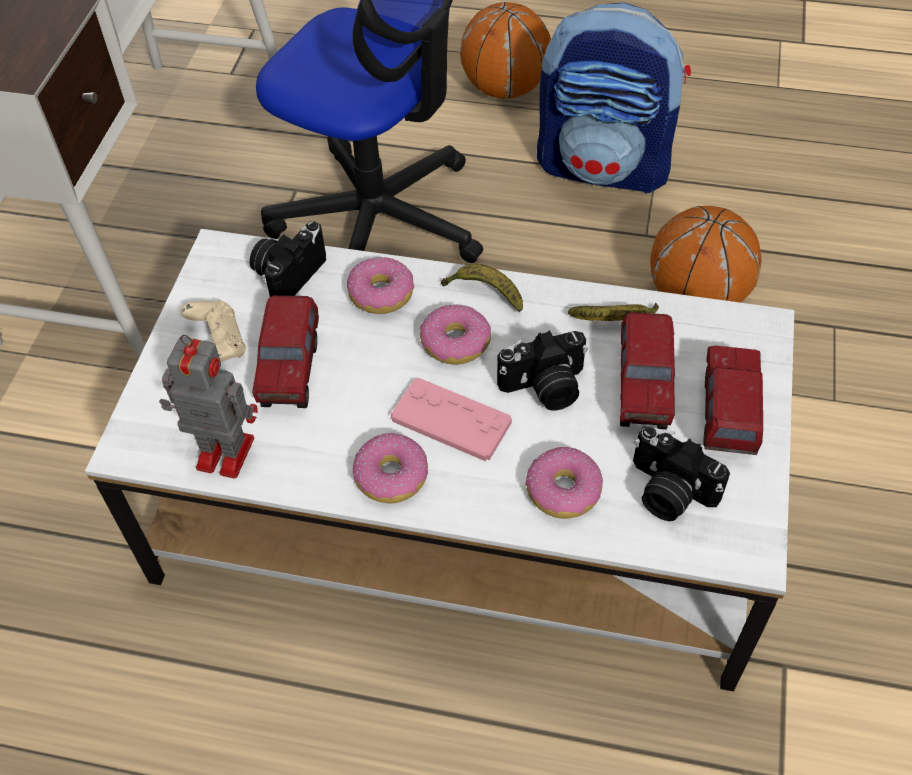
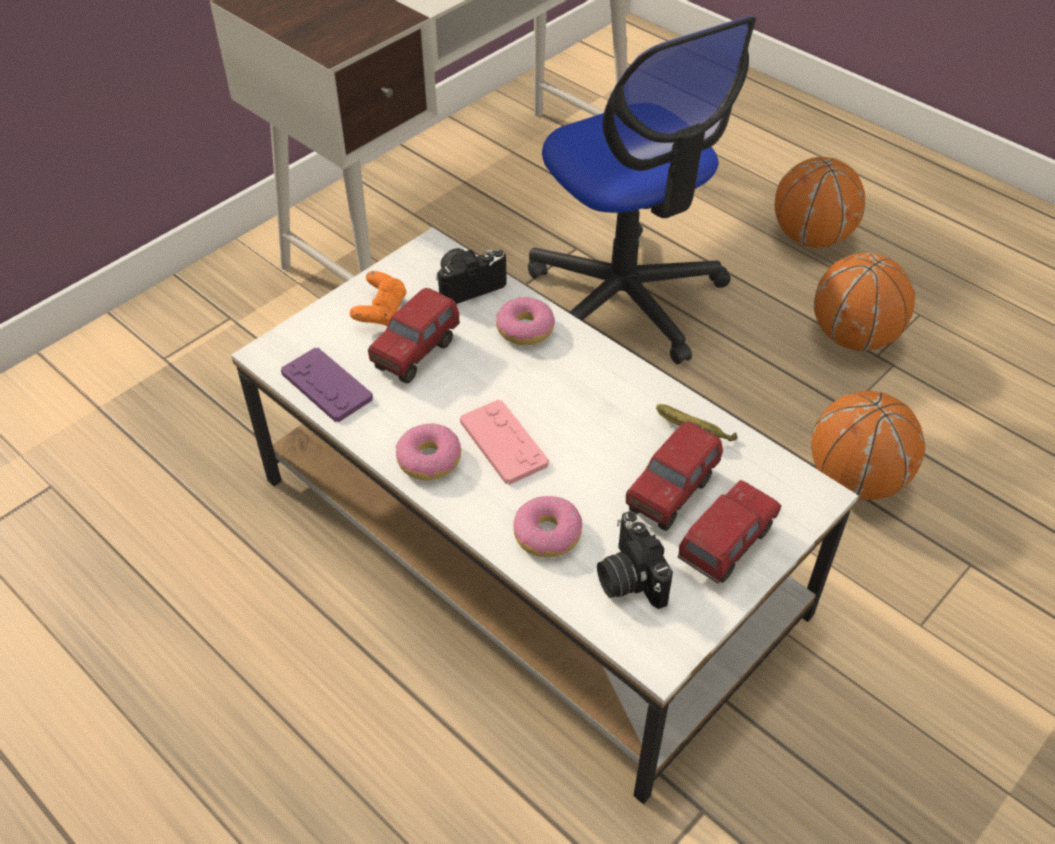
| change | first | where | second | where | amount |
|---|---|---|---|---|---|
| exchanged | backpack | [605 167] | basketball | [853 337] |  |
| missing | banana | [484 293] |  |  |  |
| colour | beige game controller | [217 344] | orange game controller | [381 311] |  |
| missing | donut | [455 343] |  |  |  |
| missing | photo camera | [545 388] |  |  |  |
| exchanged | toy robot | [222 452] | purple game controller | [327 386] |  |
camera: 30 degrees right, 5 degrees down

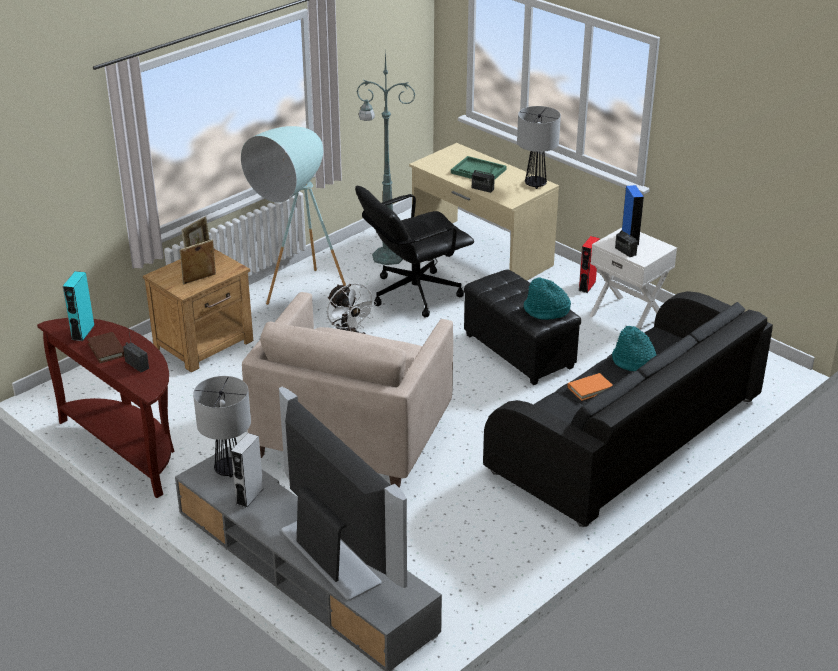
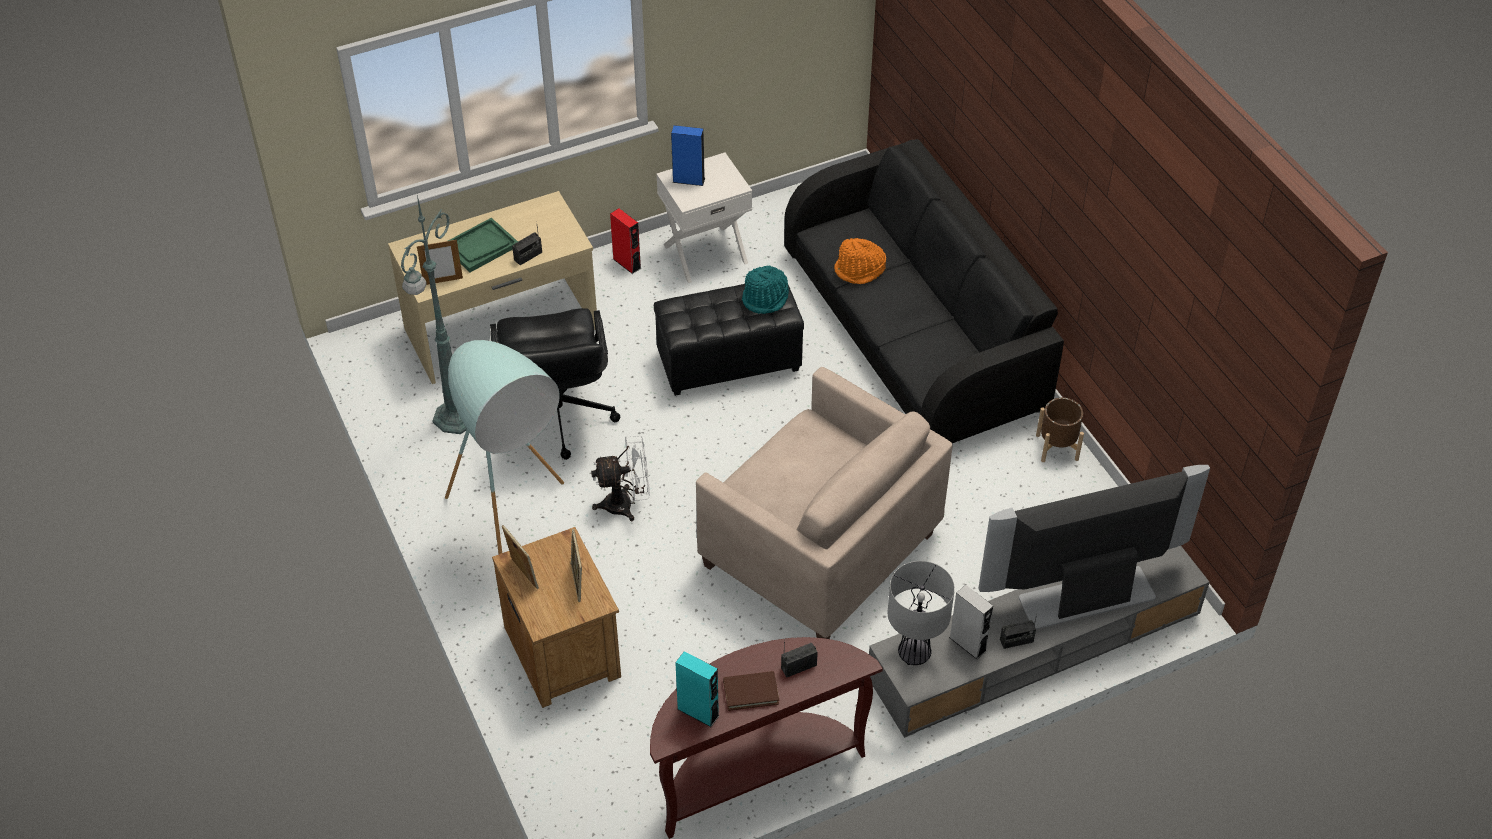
| change | first | where | second | where | amount |
|---|---|---|---|---|---|
| missing | table lamp | [535 184] |  |  |  |
| relocated | radio | [625 251] |  | [1016 641] |  |
| colour | turquoise hat | [633 362] | orange hat | [860 270] |  |
| missing | orange book | [590 389] |  |  |  |
| appeared |  |  | picture frame | [443 281] |  |
| appeared |  |  | brown planter | [1057 447] |  |
camera: 70 degrees left, 15 degrees up

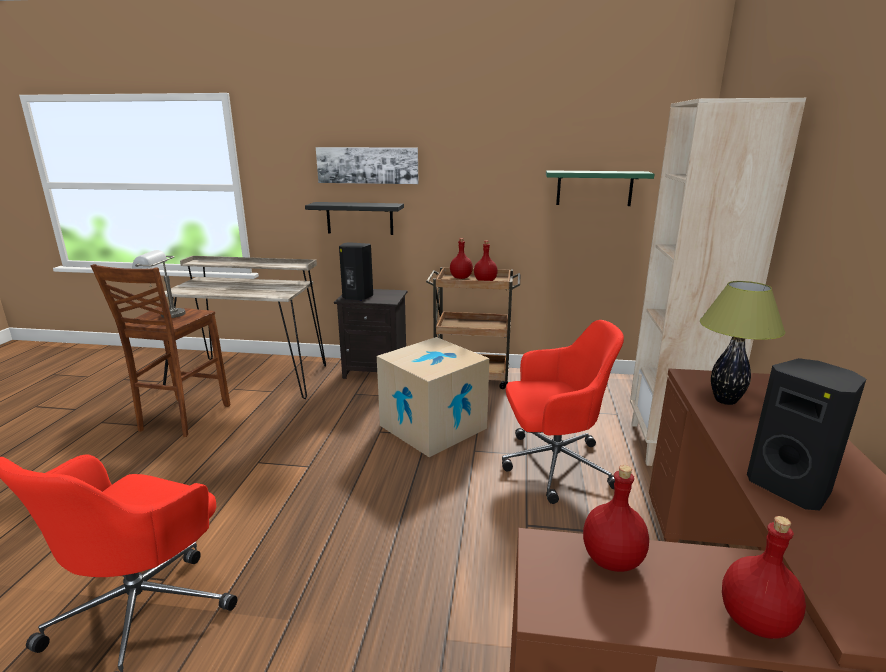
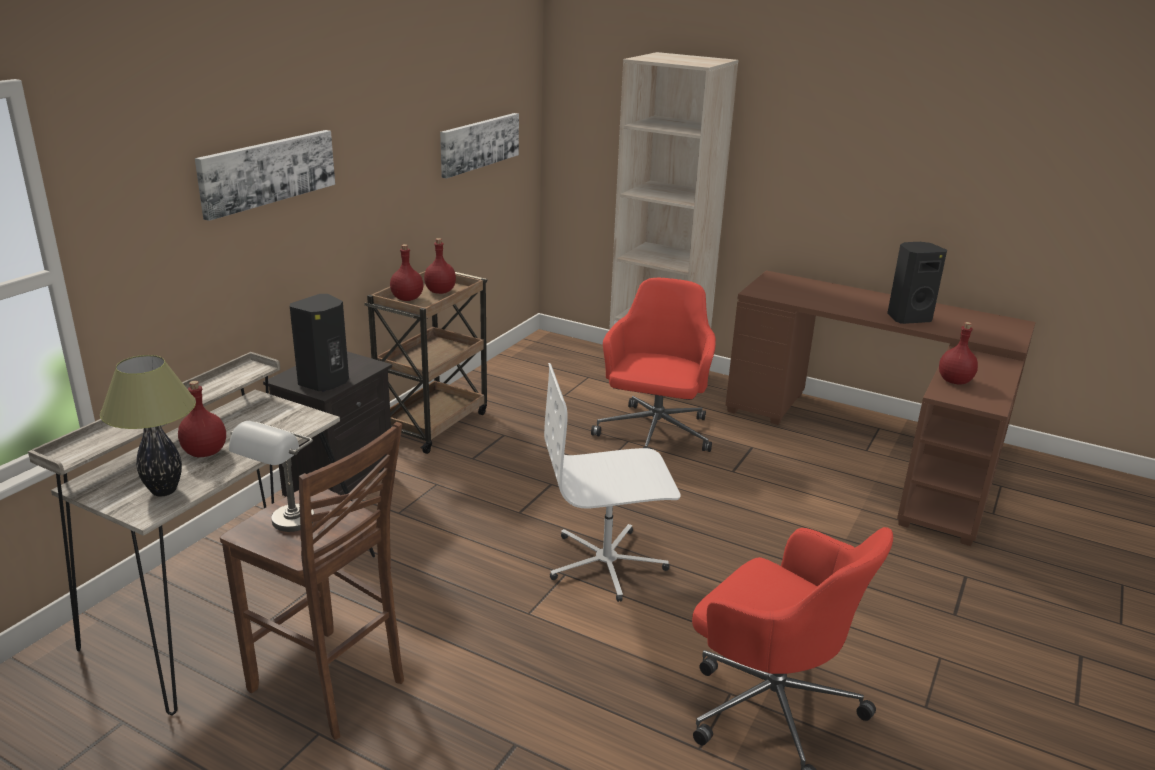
| change | first | where | second | where | amount |
|---|---|---|---|---|---|
| exchanged | green shelf | [594 188] | picture | [479 143] |  |
| missing | black shelf | [359 218] |  |  |  |
| relocated | table lamp | [725 400] |  | [164 490] |  |
| missing | cardboard box | [433 427] |  |  |  |
| relocated | red bottle | [756 620] |  | [205 452] |  |
| appeared |  |  | white office chair | [607 563] |  |
camera: 70 degrees left, 5 degrees up

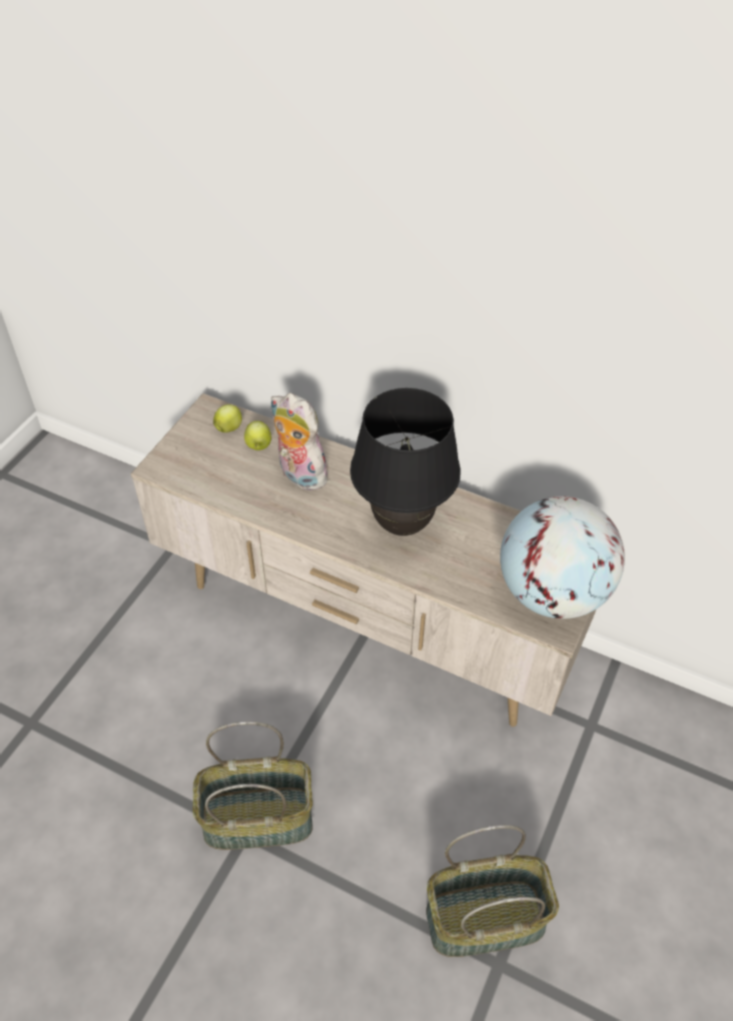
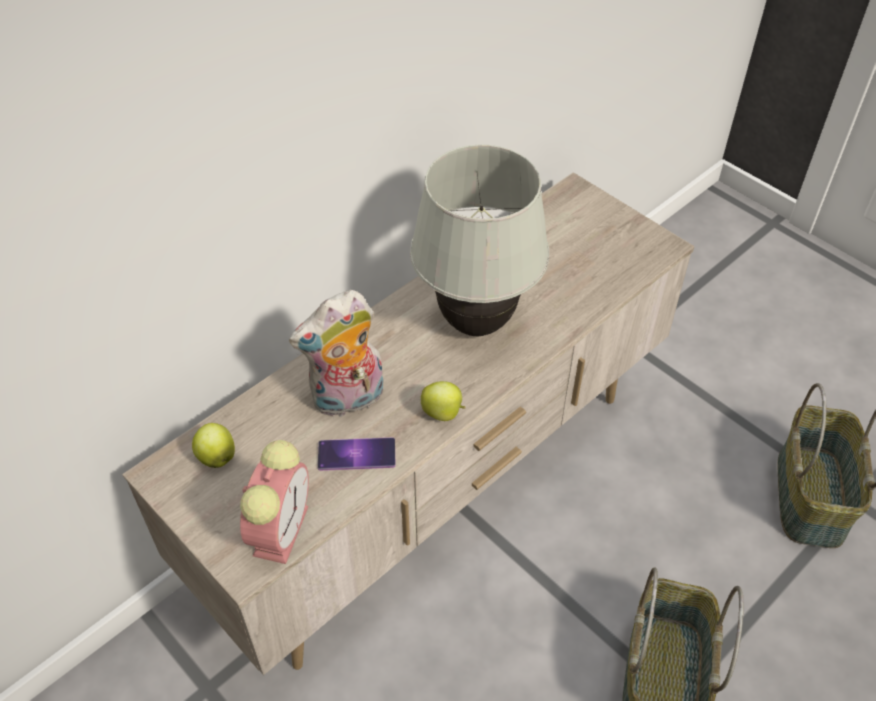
| change | first | where | second | where | amount |
|---|---|---|---|---|---|
| colour | black table lamp | [403 524] | white table lamp | [476 323] |  |
| relocated | apple | [258 446] |  | [443 413] |  |
| missing | globe | [552 593] |  |  |  |
| appeared |  |  | phone | [356 454] |  |
| appeared |  |  | alarm clock | [281 528] |  |
camera: 70 degrees left, 0 degrees up

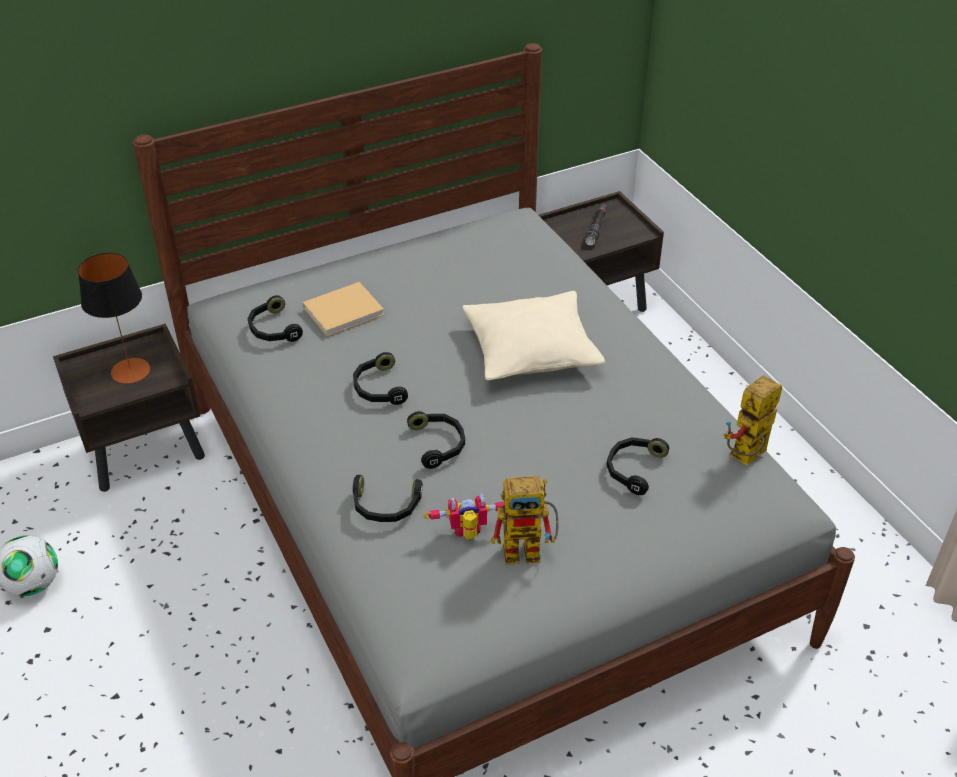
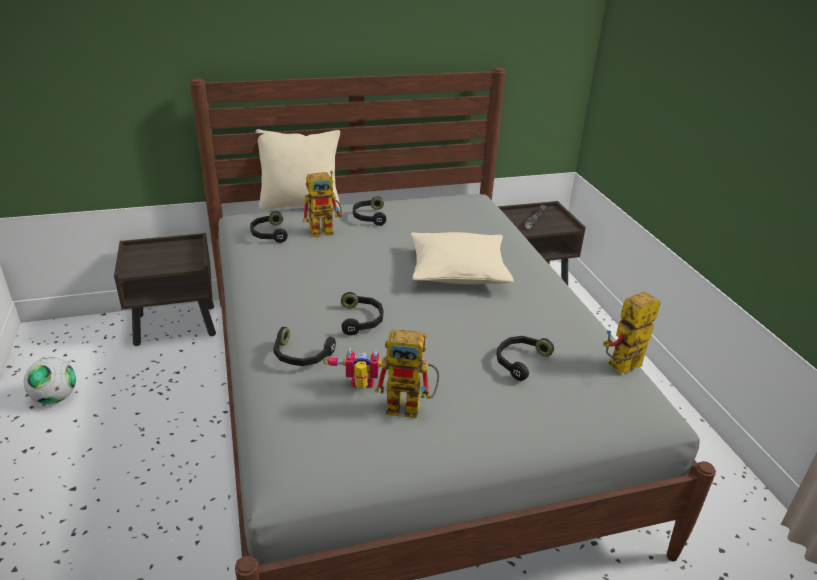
| change | first | where | second | where | amount |
|---|---|---|---|---|---|
| missing | table lamp | [130 371] |  |  |  |
| exchanged | beige book | [345 311] | toy robot | [326 230] |  |
| relocated | black headphones | [378 388] |  | [368 217] |  |
| appeared |  |  | beige pillow | [300 205] |  |
camera: 10 degrees right, 10 degrees down

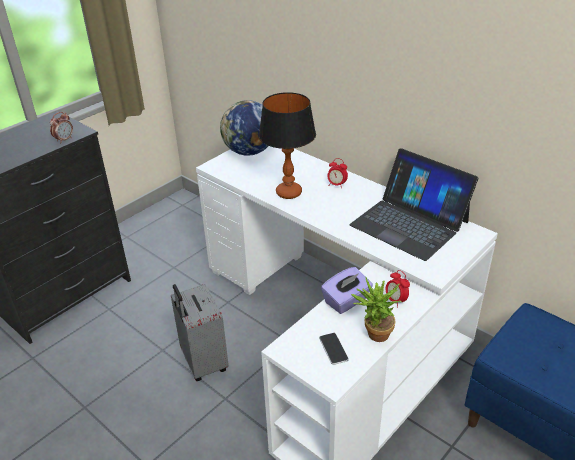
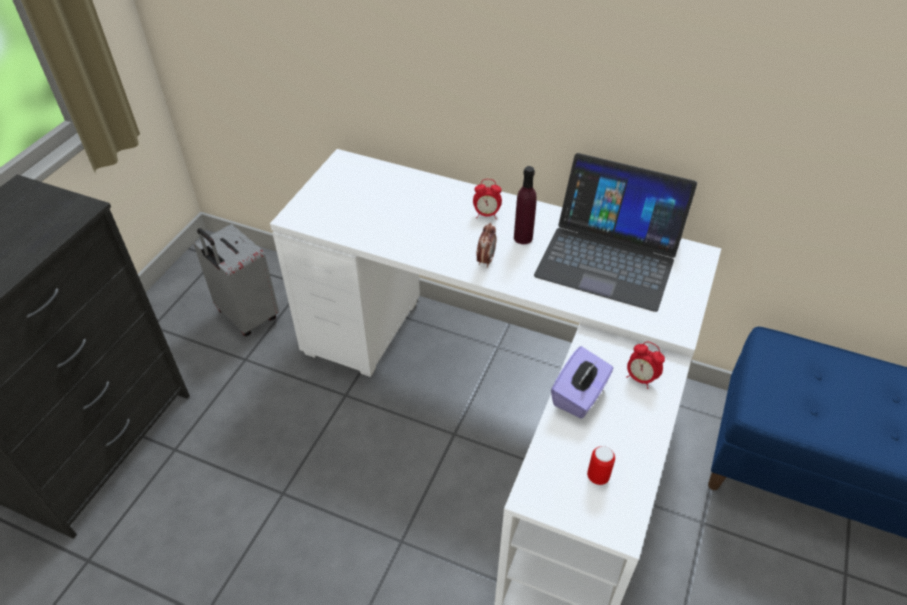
| change | first | where | second | where | amount |
|---|---|---|---|---|---|
| missing | table lamp | [288 193] |  |  |  |
| missing | globe | [249 152] |  |  |  |
| relocated | alarm clock | [64 140] |  | [485 260] |  |
| missing | potted plant | [374 335] |  |  |  |
| relocated | grey suitcase | [203 363] |  | [246 316] |  |
| exchanged | phone | [333 349] | can | [598 476] |  |
| appeared |  |  | purple bottle | [523 238] |  |
camera: 20 degrees left, 10 degrees up

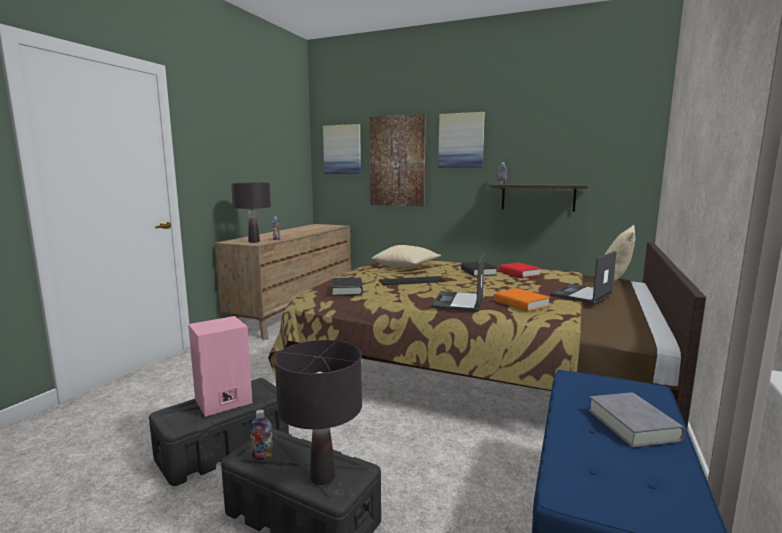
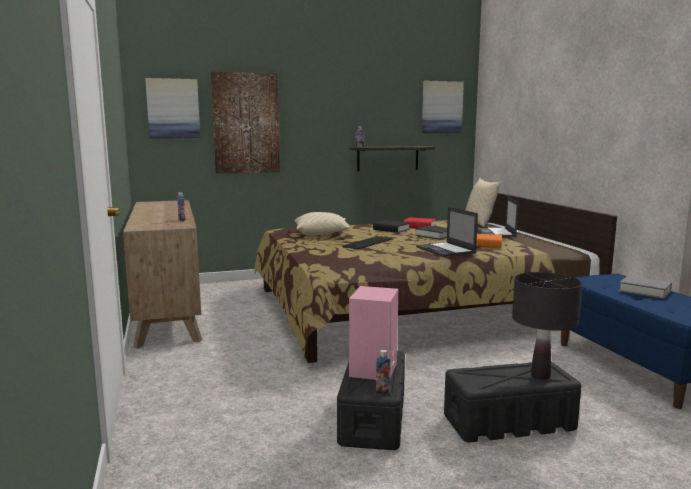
| change | first | where | second | where | amount |
|---|---|---|---|---|---|
| relocated | picture | [461 140] |  | [441 107] |  |
| missing | black table lamp | [254 242] |  |  |  |
| relocated | black book | [347 290] |  | [434 235] |  |
| relocated | bottle | [262 456] |  | [383 391] |  |
camera: 40 degrees left, 0 degrees up

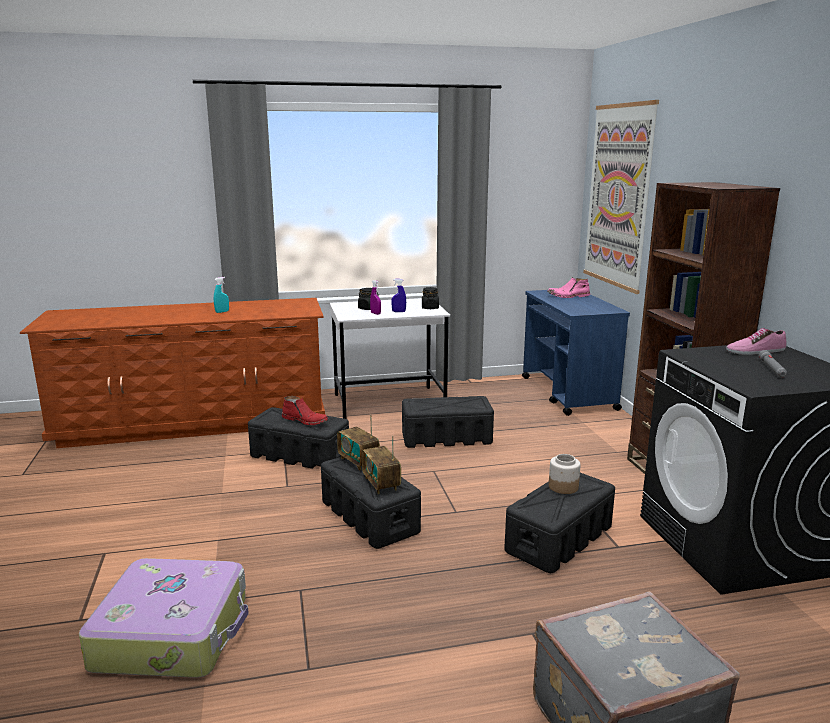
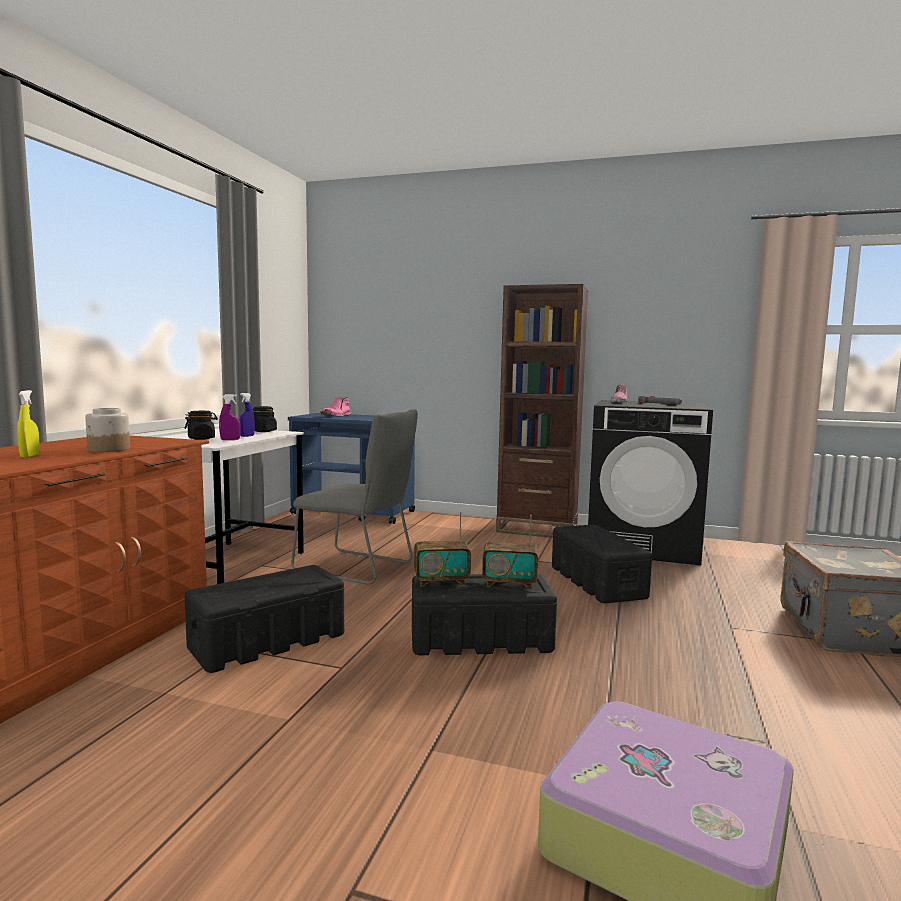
| change | first | where | second | where | amount |
|---|---|---|---|---|---|
| missing | picture | [618 196] |  |  |  |
| colour | turquoise spray bottle | [222 312] | yellow spray bottle | [30 456] |  |
| missing | red boot | [305 420] |  |  |  |
| exchanged | black storage box | [445 438] | grey chair | [358 568] |  |
| relocated | jar | [563 487] |  | [109 449] |  |
camera: 60 degrees left, 10 degrees down

